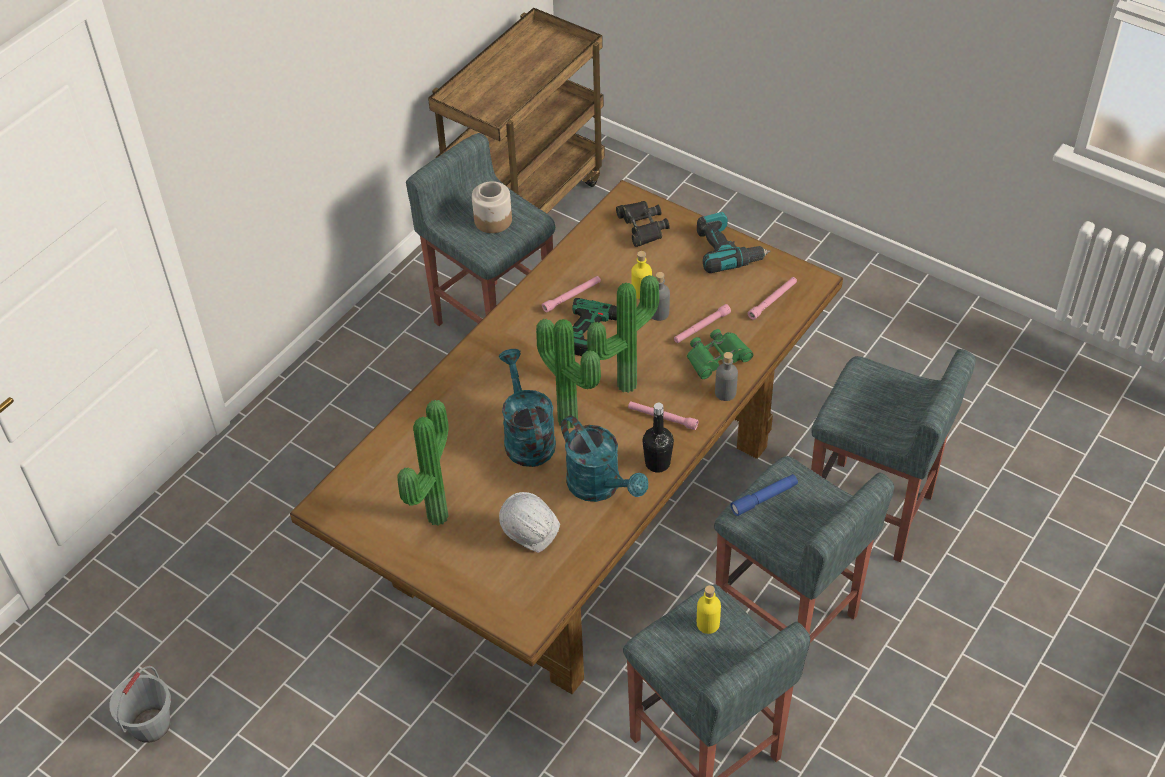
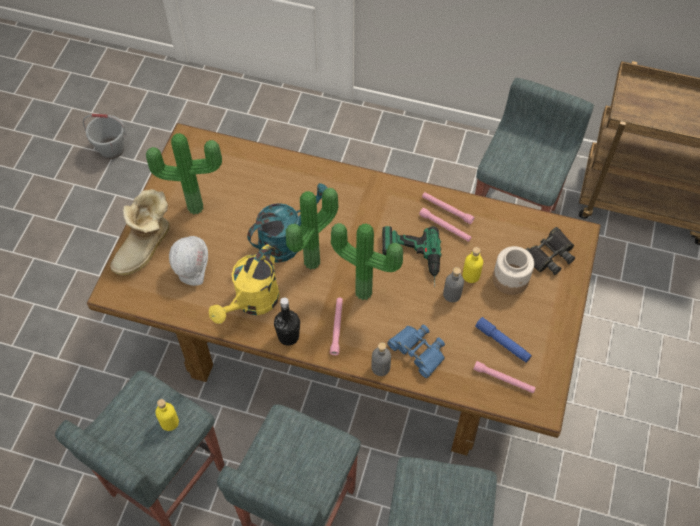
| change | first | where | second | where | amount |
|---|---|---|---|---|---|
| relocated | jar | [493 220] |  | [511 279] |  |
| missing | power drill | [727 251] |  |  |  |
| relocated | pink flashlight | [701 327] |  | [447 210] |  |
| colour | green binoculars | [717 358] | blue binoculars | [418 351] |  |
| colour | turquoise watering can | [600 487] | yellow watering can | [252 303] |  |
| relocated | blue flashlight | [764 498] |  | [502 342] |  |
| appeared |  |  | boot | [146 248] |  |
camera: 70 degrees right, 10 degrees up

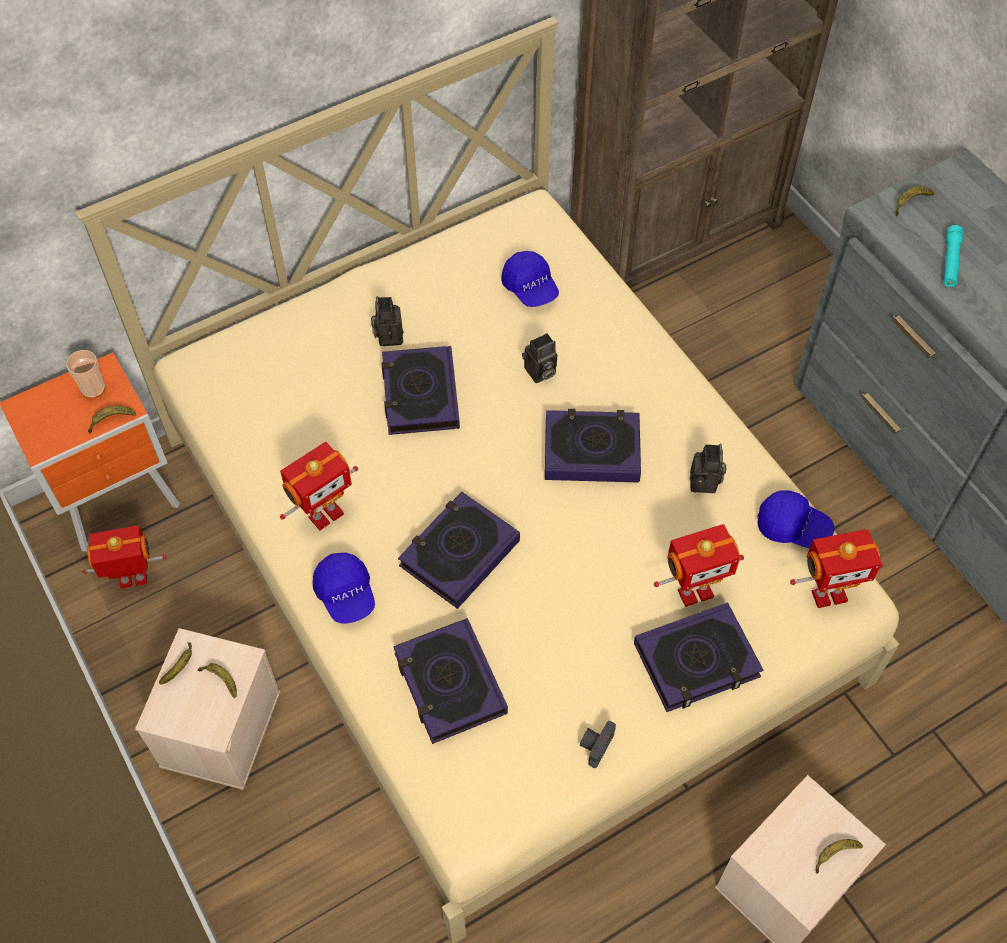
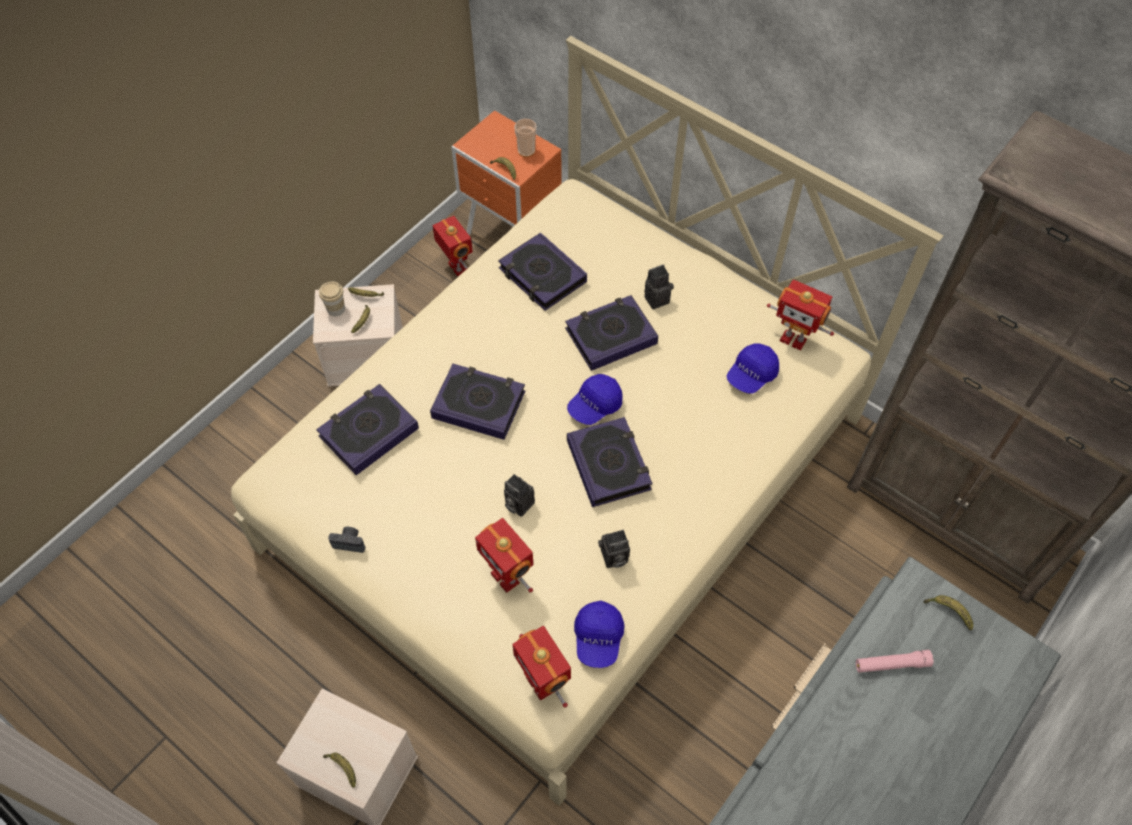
| change | first | where | second | where | amount |
|---|---|---|---|---|---|
| colour | turquoise flashlight | [950 261] | pink flashlight | [891 664] |  |
| relocated | photo camera | [539 373] |  | [517 504] |  |
| relocated | toy robot | [324 514] |  | [793 339] |  |
| relocated | blue cap | [346 594] |  | [595 406] |  |
| relocated | book | [696 661] |  | [542 276] |  |
| appeared |  |  | cup | [336 309] |  |
camera: 70 degrees right, 0 degrees up

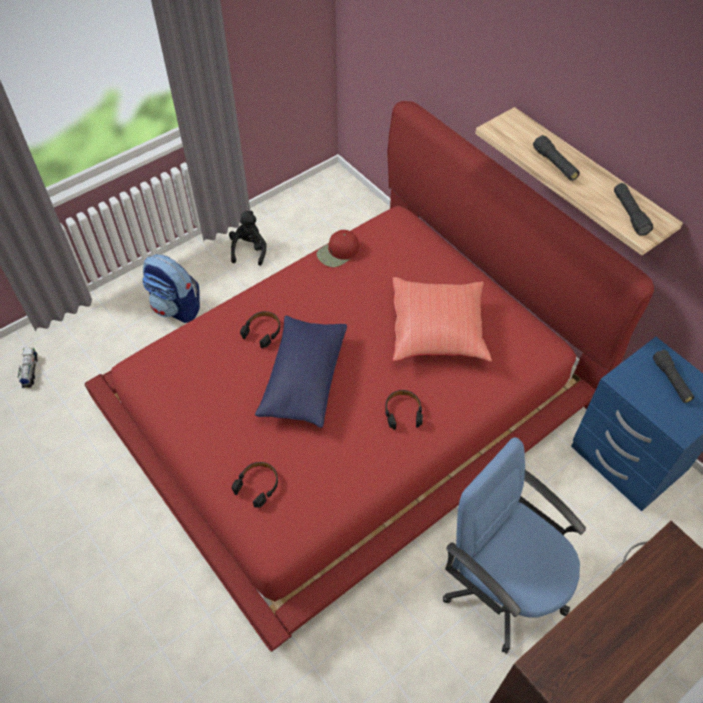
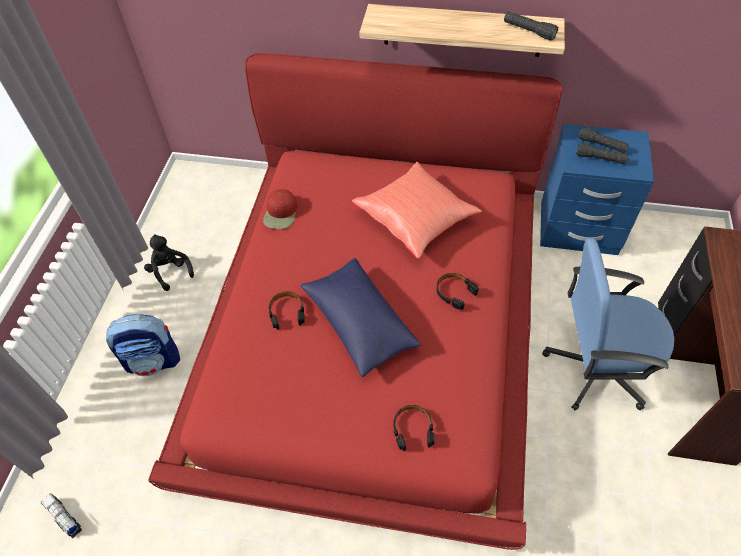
| change | first | where | second | where | amount |
|---|---|---|---|---|---|
| relocated | black flashlight | [554 164] |  | [600 158] |  |
camera: 40 degrees left, 0 degrees up

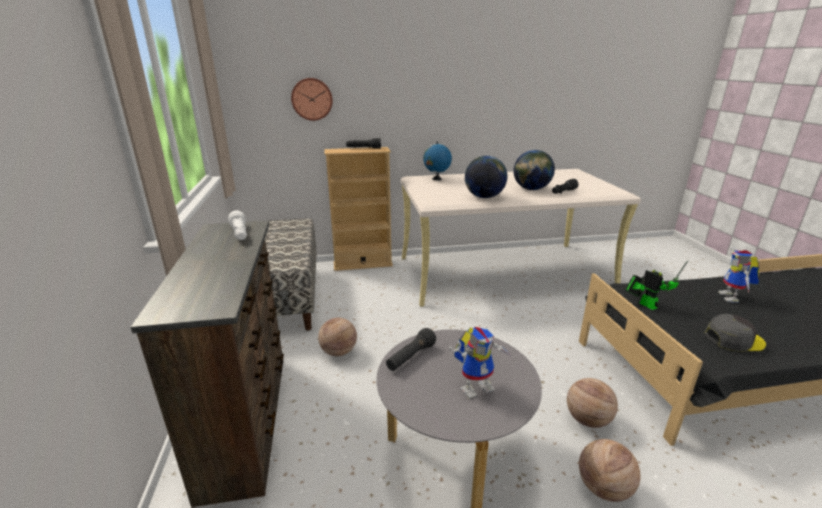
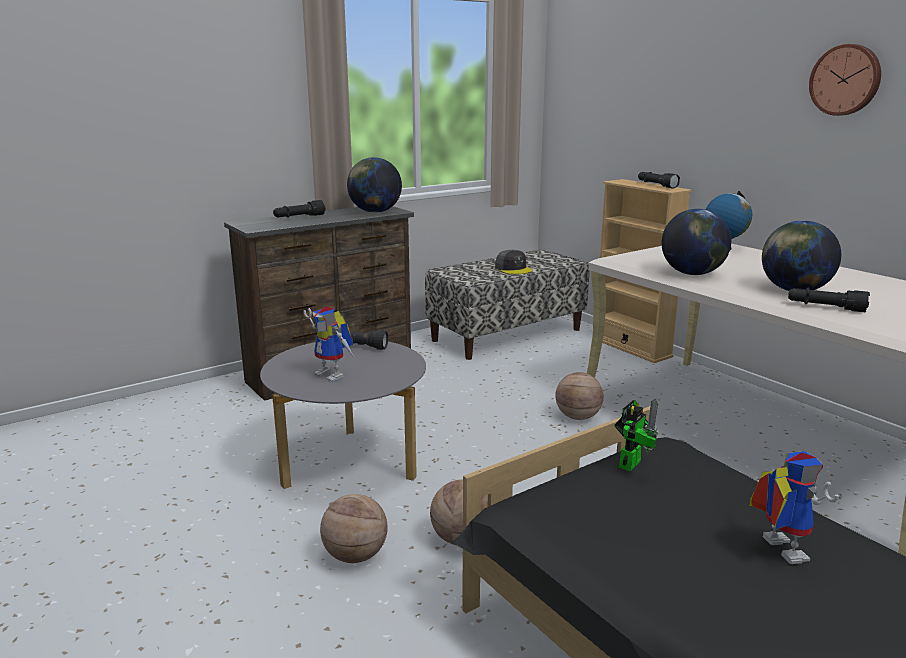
| change | first | where | second | where | amount |
|---|---|---|---|---|---|
| relocated | wall clock | [312 99] |  | [846 80] |  |
| exchanged | white flashlight | [240 234] | globe | [375 212] |  |
| spun | toy robot | [733 298] |  | [775 548] | 90 degrees clockwise |
| relocated | grey cap | [733 339] |  | [513 269] |  |
| relocated | basketball | [338 352] |  | [577 417] |  |
| appeared |  |  | black flashlight | [299 217] |  |
camera: 65 degrees right, 5 degrees down

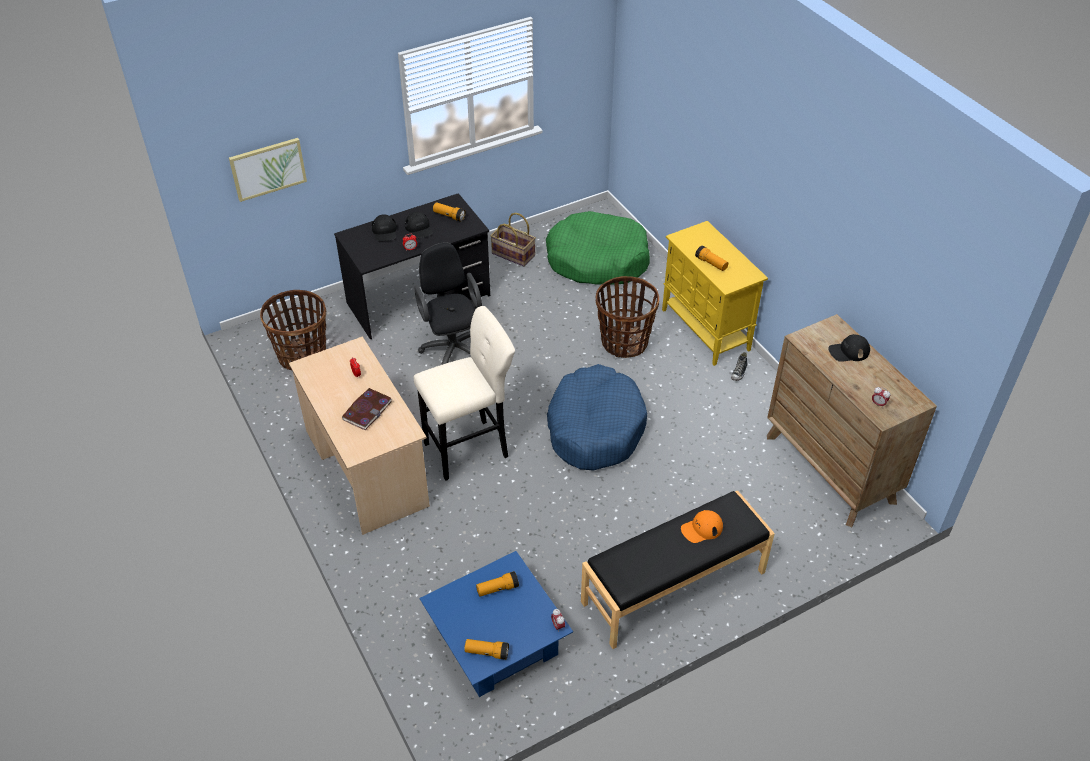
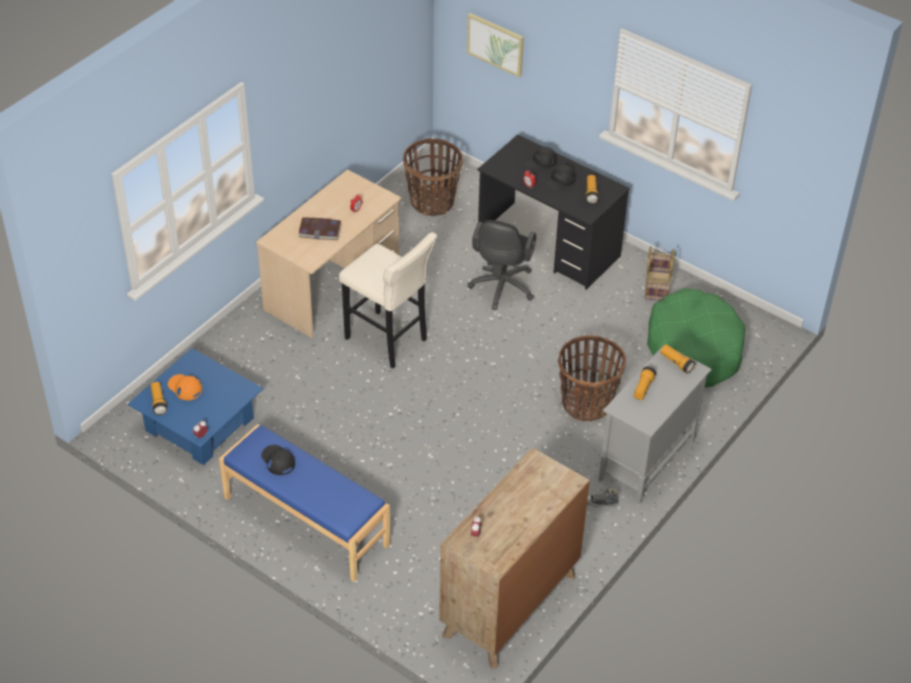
| change | first | where | second | where | amount |
|---|---|---|---|---|---|
| colour | yellow cabinet | [706 330] | grey cabinet | [646 461] |  |
| spun | black office chair | [453 348] |  | [501 289] | 150 degrees clockwise |
| relocated | black cap | [848 351] |  | [278 460] |  |
| missing | blue dog bed | [595 428] |  |  |  |
| colour | black bench | [674 588] | blue bench | [305 522] |  |
| relocated | orange cap | [701 529] |  | [185 388] |  |
| relocated | flashlight | [497 589] |  | [676 363] |  |
camera: 65 degrees right, 0 degrees up

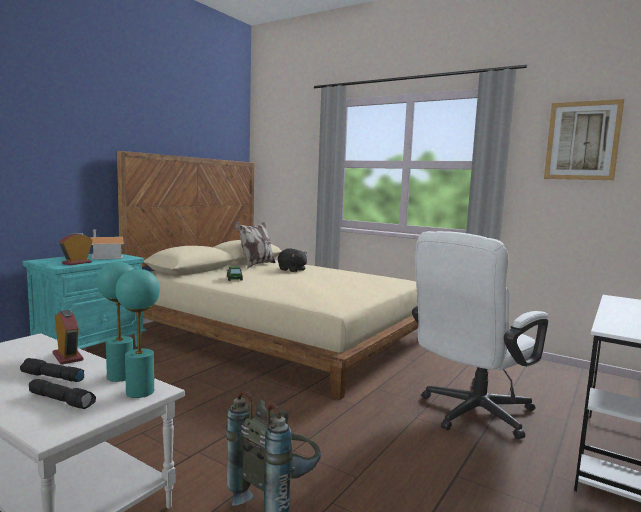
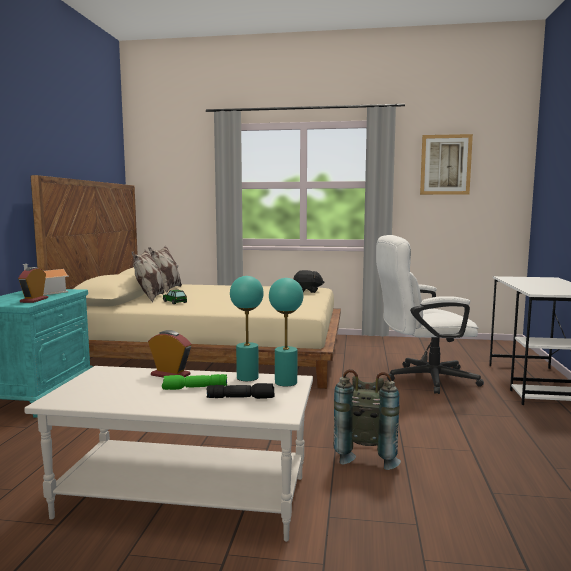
| change | first | where | second | where | amount |
|---|---|---|---|---|---|
| spun | white office chair | [470 415] |  | [423 379] | 60 degrees clockwise |
| relocated | black plush toy | [292 270] |  | [307 291] |  |
| colour | black flashlight | [52 377] | green flashlight | [194 388] |  |
| appeared |  |  | pillow | [149 298] |  |
camera: 25 degrees left, 0 degrees up

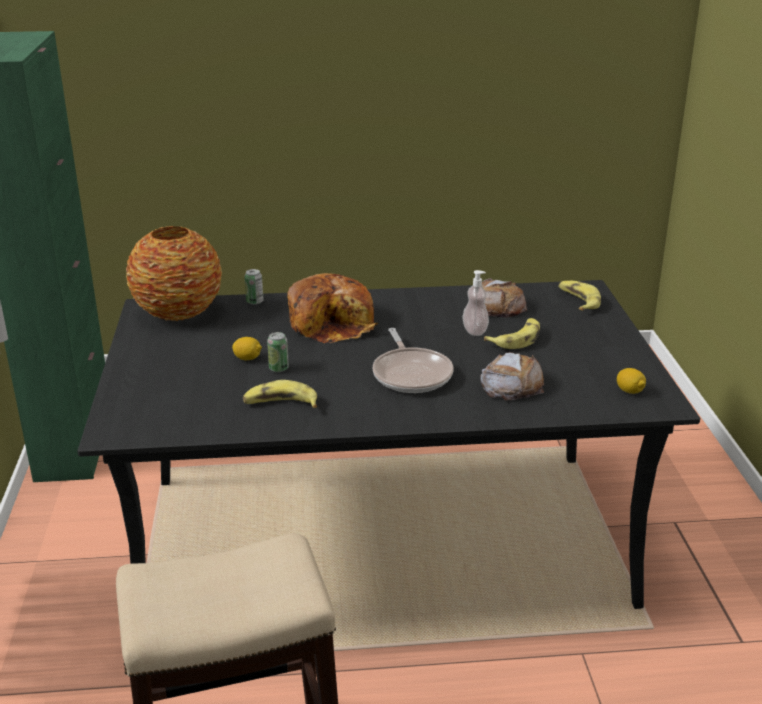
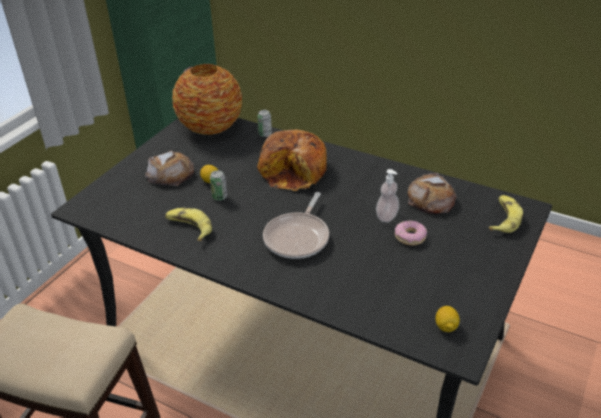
| change | first | where | second | where | amount |
|---|---|---|---|---|---|
| exchanged | banana | [516 339] | donut | [410 237] |  |
| relocated | bread | [512 384] |  | [171 173] |  |
camera: 35 degrees right, 10 degrees up

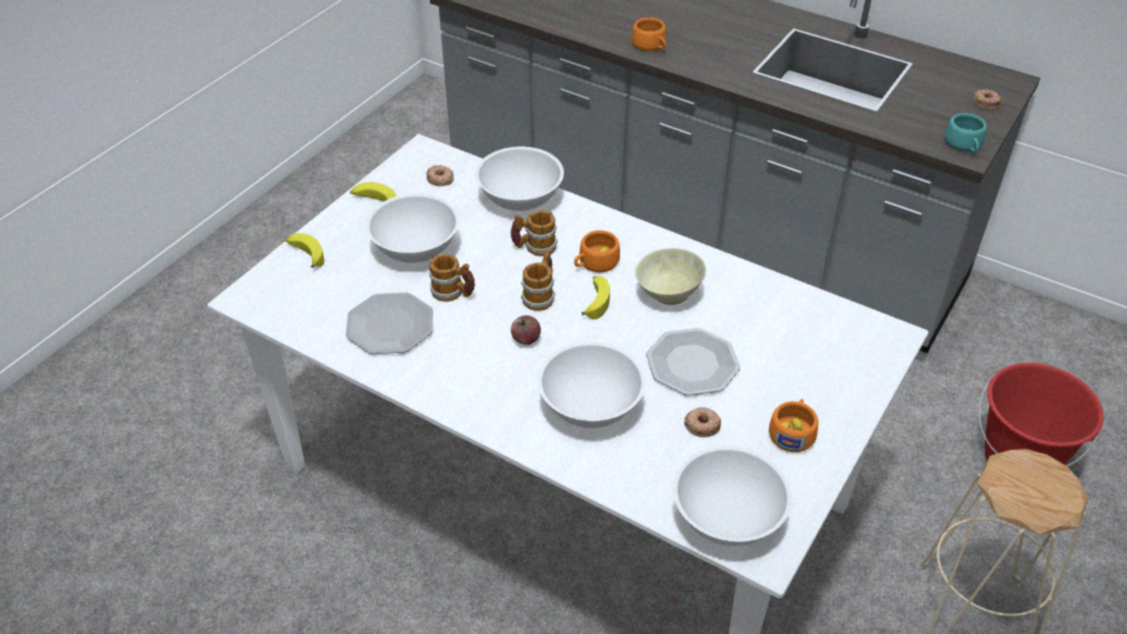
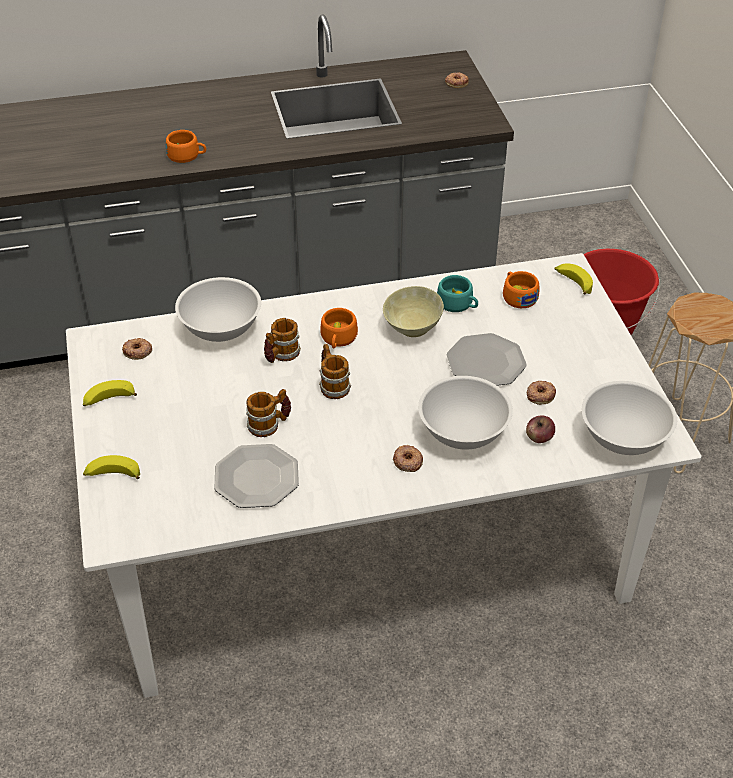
| change | first | where | second | where | amount |
|---|---|---|---|---|---|
| relocated | turquoise cup | [964 145] |  | [458 304] |  |
| missing | white bowl | [416 248] |  |  |  |
| relocated | banana | [595 301] |  | [573 283] |  |
| relocated | apple | [525 339] |  | [539 438] |  |
| relocated | orange cup | [792 432] |  | [518 296] |  |
| appeared |  |  | donut | [407 461] |  |
camera: 45 degrees left, 0 degrees up

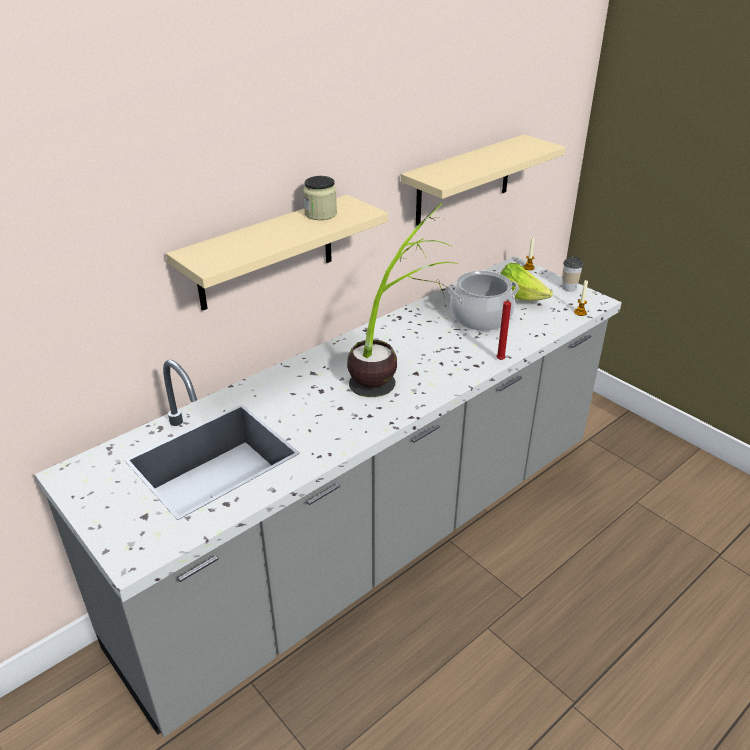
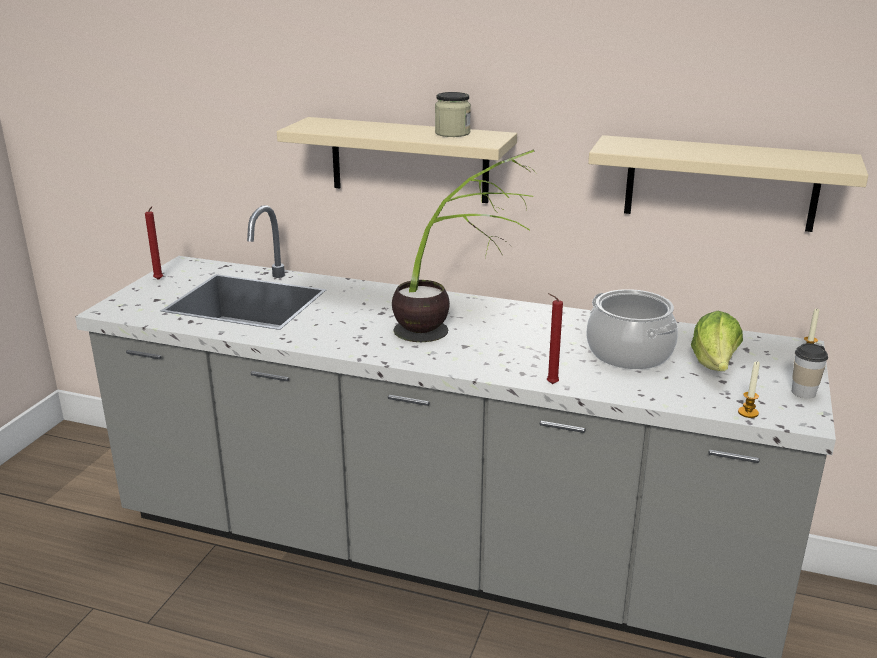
| change | first | where | second | where | amount |
|---|---|---|---|---|---|
| appeared |  |  | red candle | [159 280] |  |
camera: 60 degrees right, 10 degrees down

